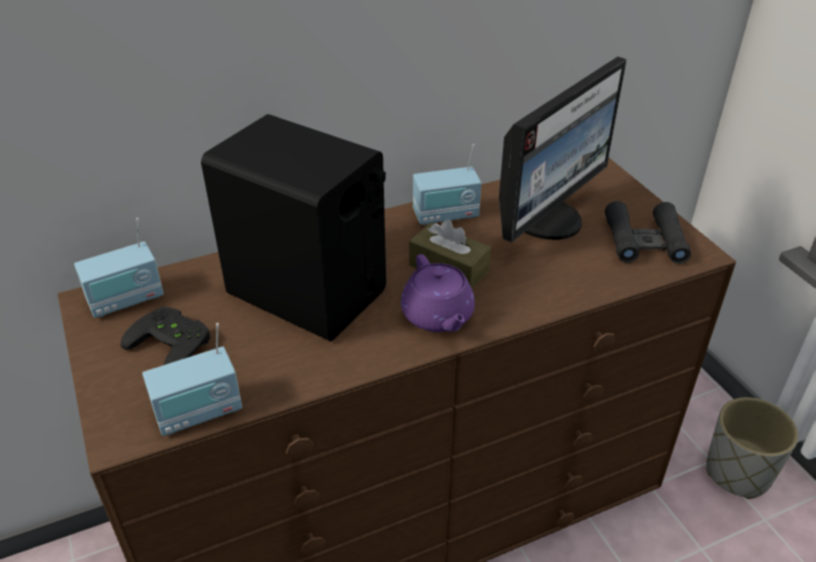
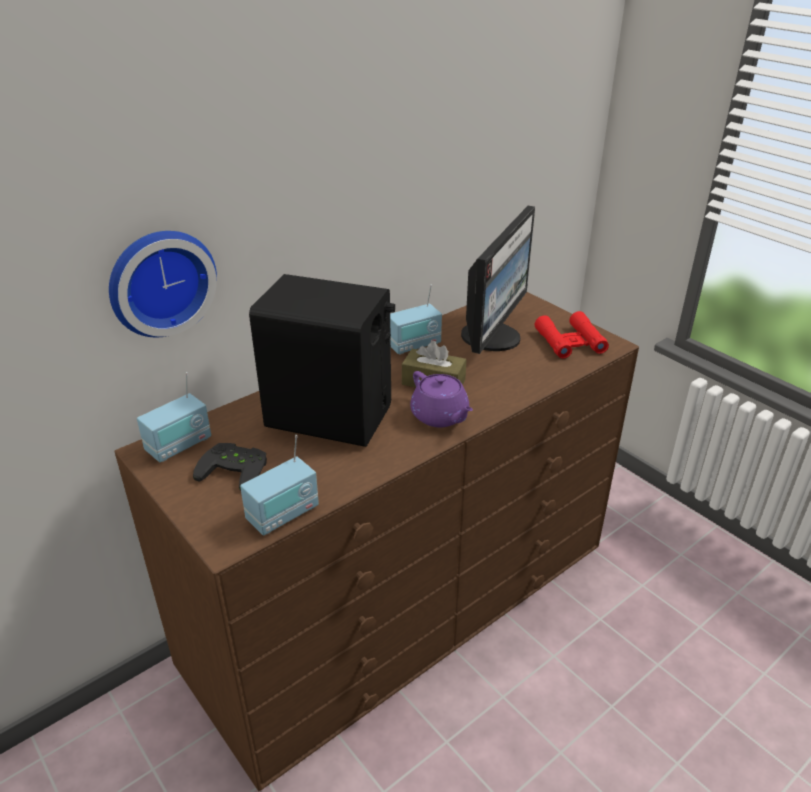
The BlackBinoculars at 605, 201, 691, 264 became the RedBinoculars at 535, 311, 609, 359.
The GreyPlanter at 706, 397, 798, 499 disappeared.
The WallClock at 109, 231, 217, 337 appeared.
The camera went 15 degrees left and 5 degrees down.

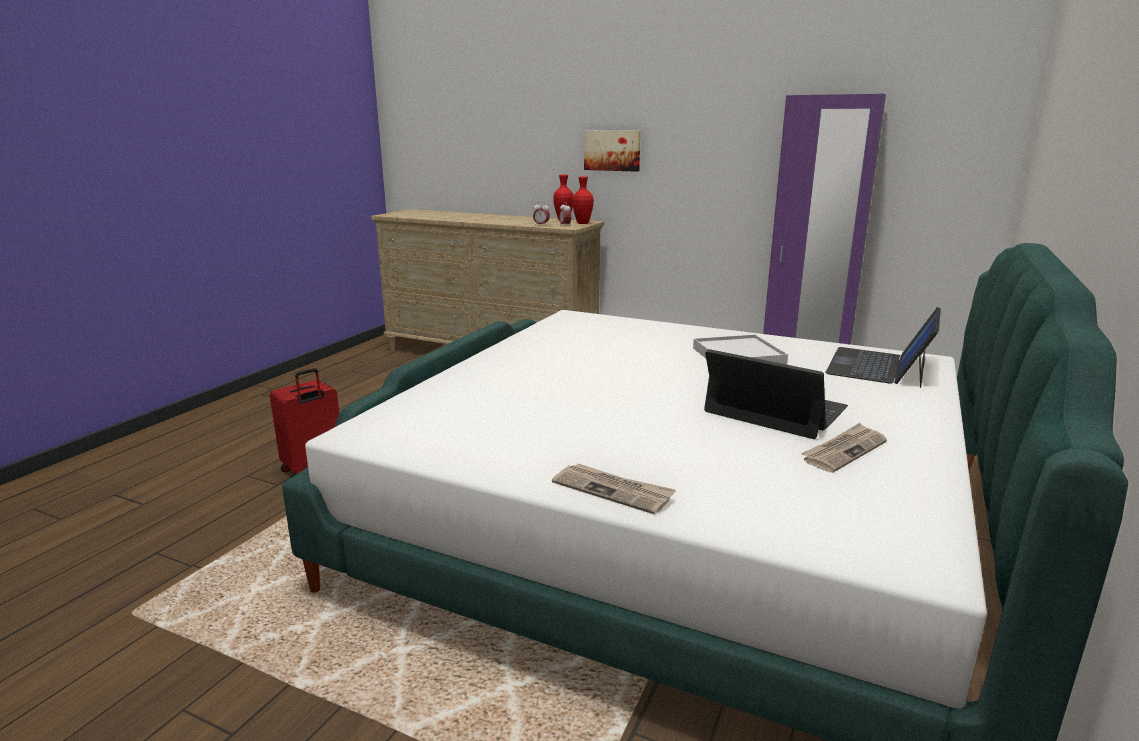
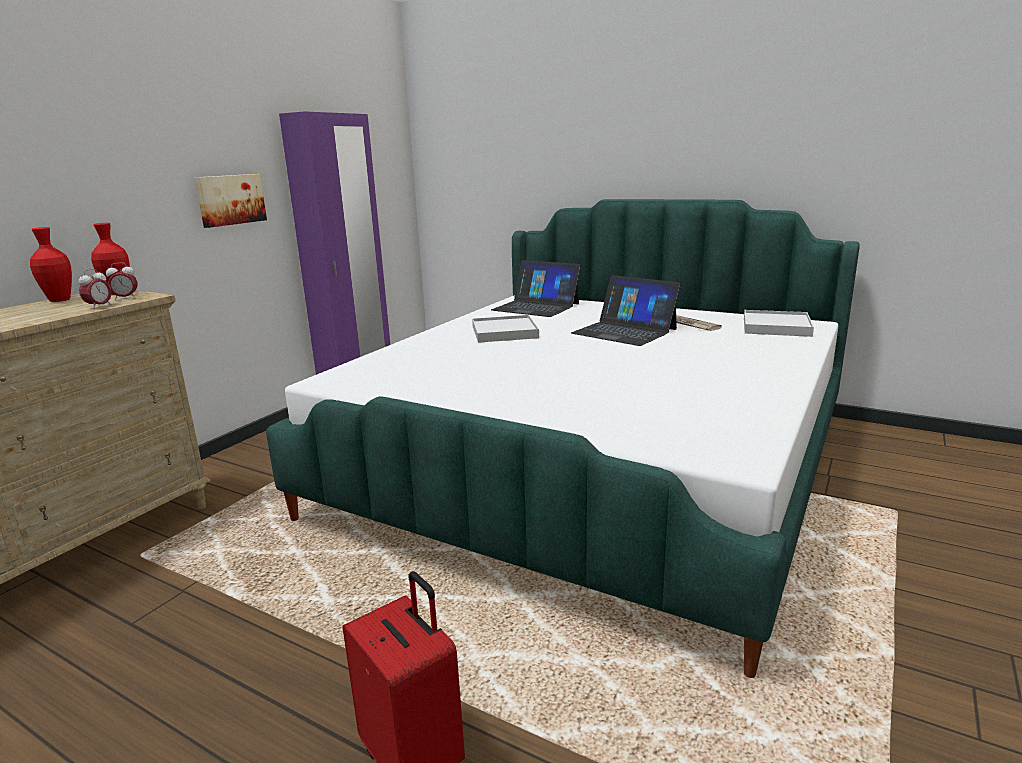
The Newspaper at 552, 464, 676, 515 disappeared.
The Picture moved from 584, 131, 641, 172 to 194, 174, 267, 228.
The Laptop at 704, 349, 848, 439 turned 90 degrees counterclockwise.
The WhiteTray at 744, 310, 814, 337 appeared.
The camera went 85 degrees left and 0 degrees up.

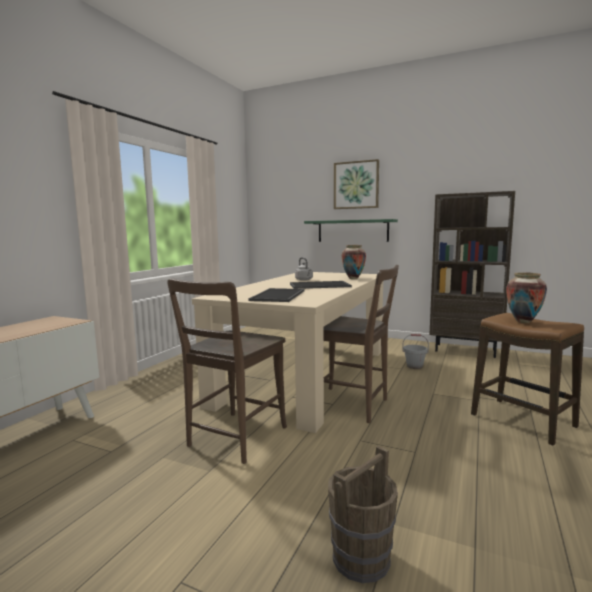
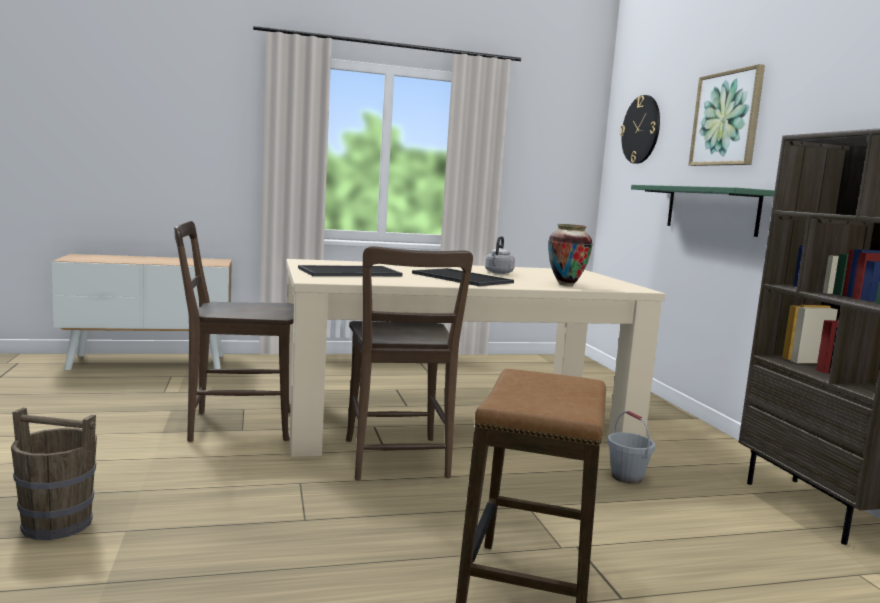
The Vase at 506, 272, 547, 323 disappeared.
The WallClock at 620, 95, 660, 164 appeared.
The camera went 50 degrees right and 0 degrees up.

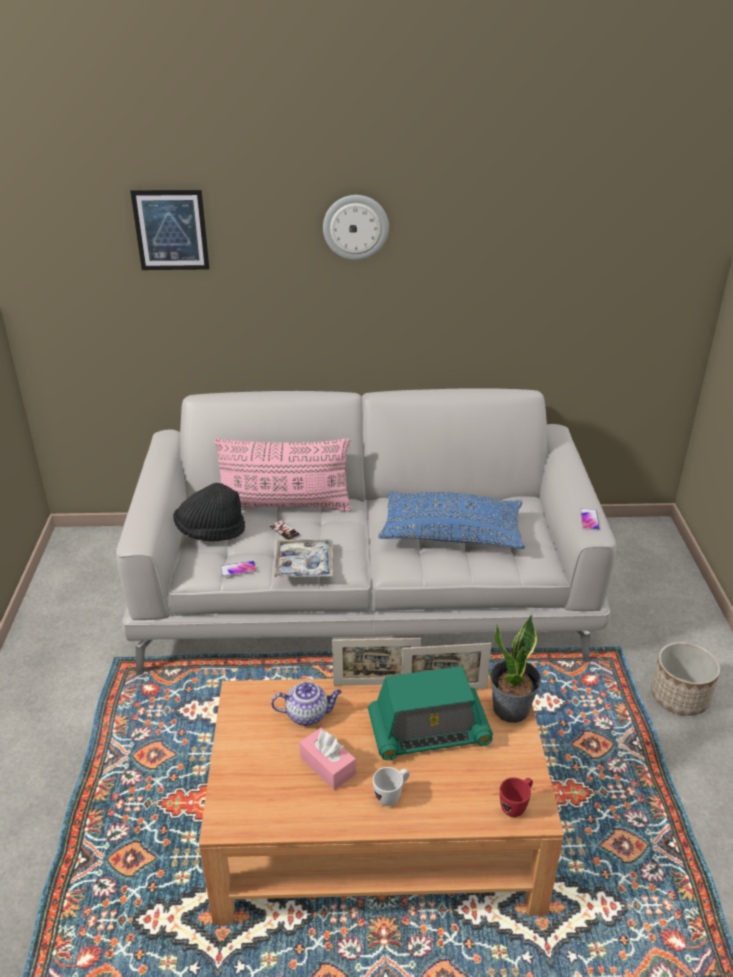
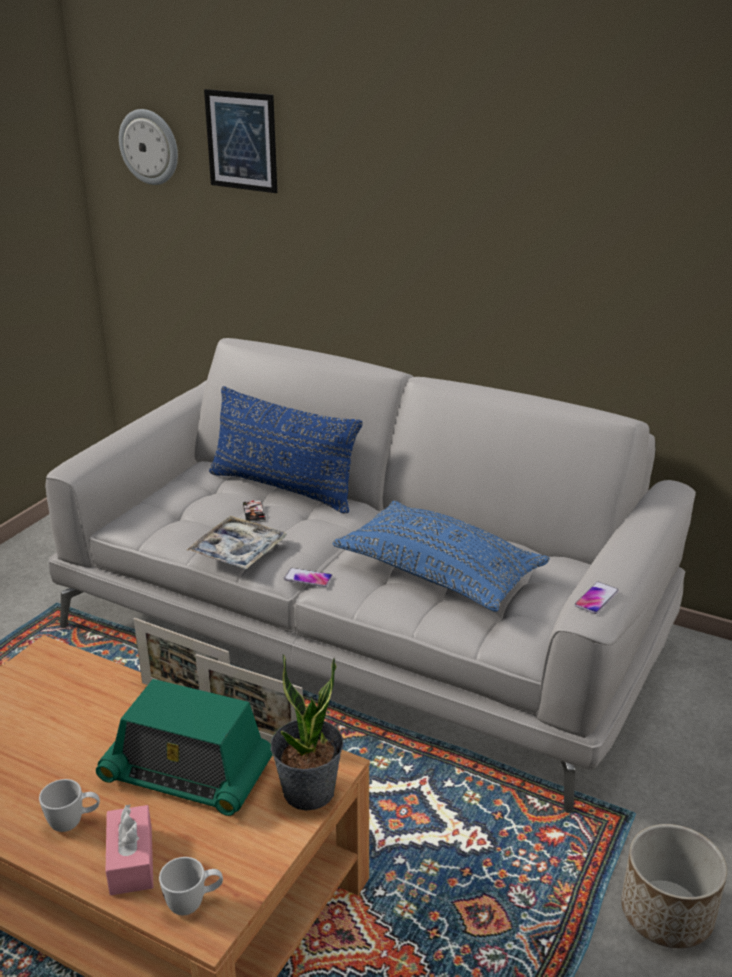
The BlackHat at 173, 483, 245, 541 disappeared.
The PinkPillow at 215, 438, 352, 512 became the BluePillow at 209, 386, 363, 514.
The Phone moved from 220, 561, 256, 577 to 284, 568, 333, 587.
The Teapot at 271, 681, 342, 726 disappeared.
The PinkTissueBox moved from 299, 727, 356, 790 to 106, 804, 154, 895.
The WallClock moved from 323, 195, 389, 260 to 119, 109, 178, 185.
The RedMug at 500, 777, 533, 817 became the WhiteMug at 159, 857, 223, 915.
The camera went 30 degrees right and 5 degrees down.

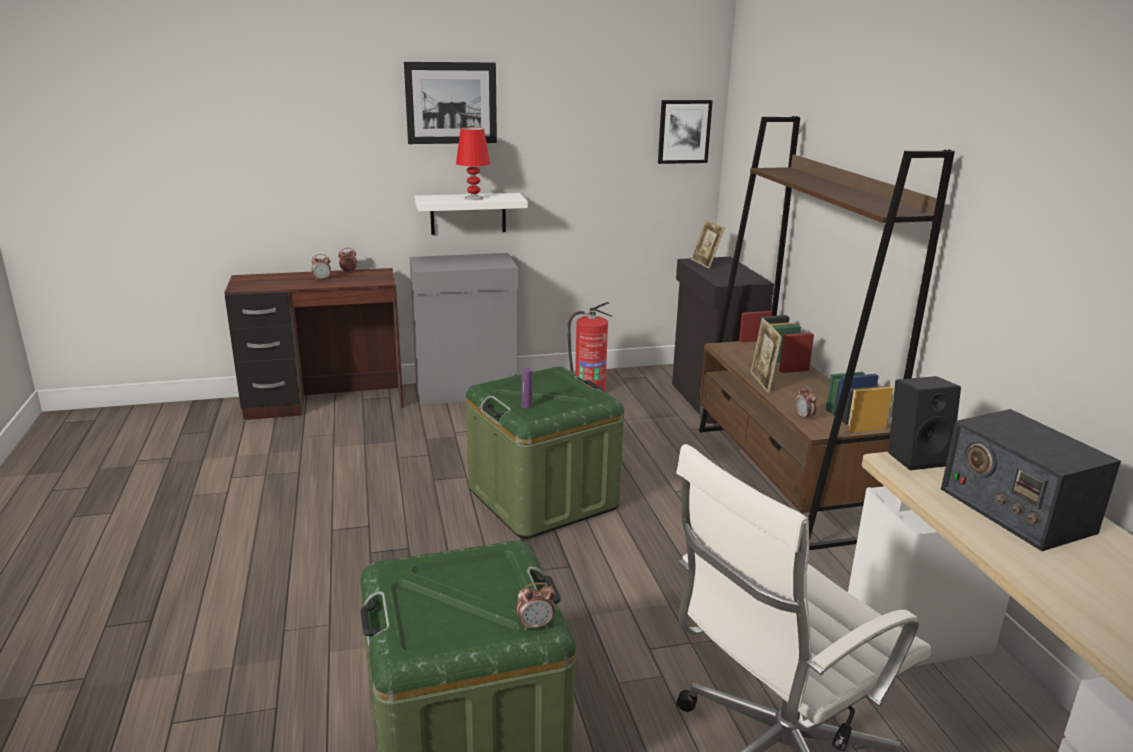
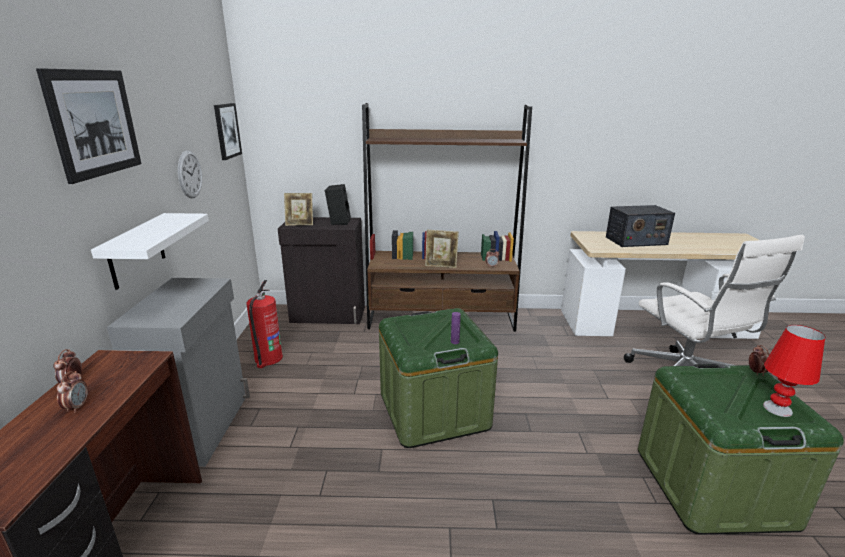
The RedTableLamp moved from 456, 127, 490, 200 to 763, 325, 825, 417.
The BlackSpeaker moved from 888, 376, 961, 470 to 325, 184, 351, 225.
The WallClock at 178, 151, 202, 198 appeared.
The camera went 75 degrees left and 0 degrees up.

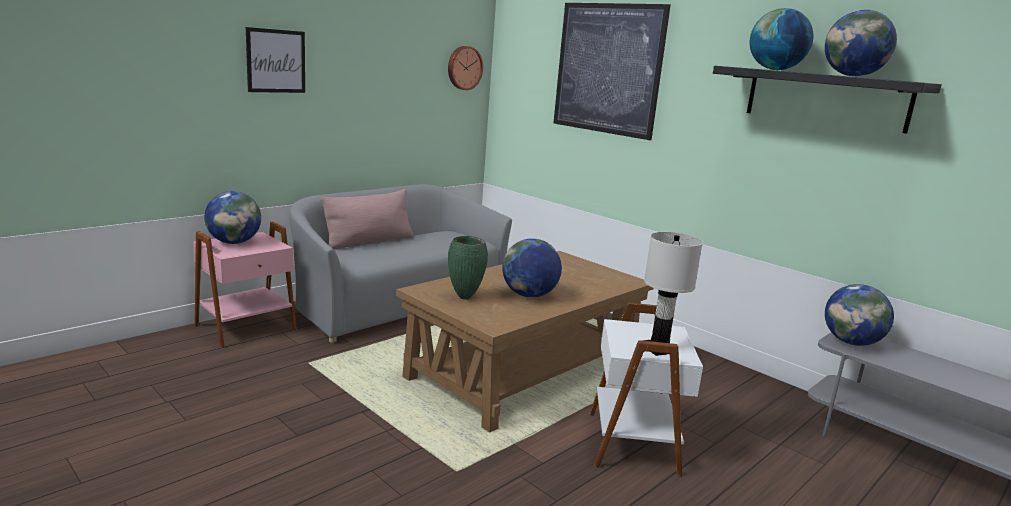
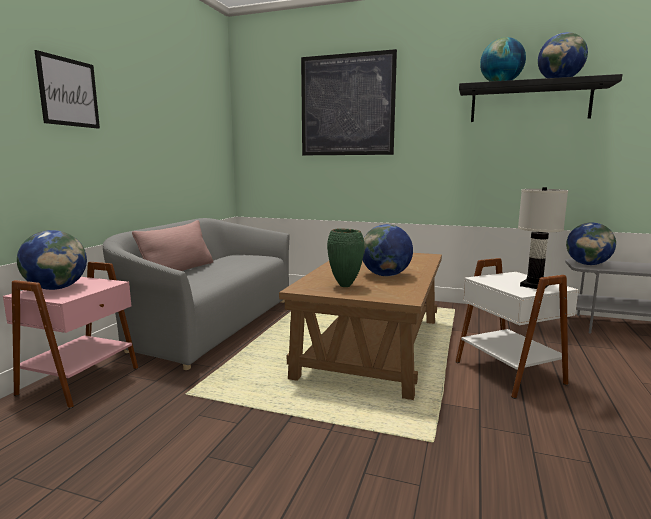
The WallClock at 448, 46, 483, 90 disappeared.
The camera went 25 degrees left and 5 degrees down.

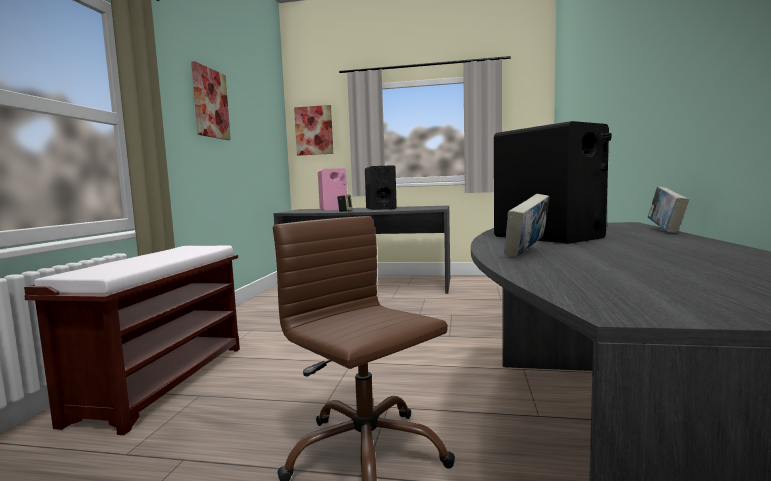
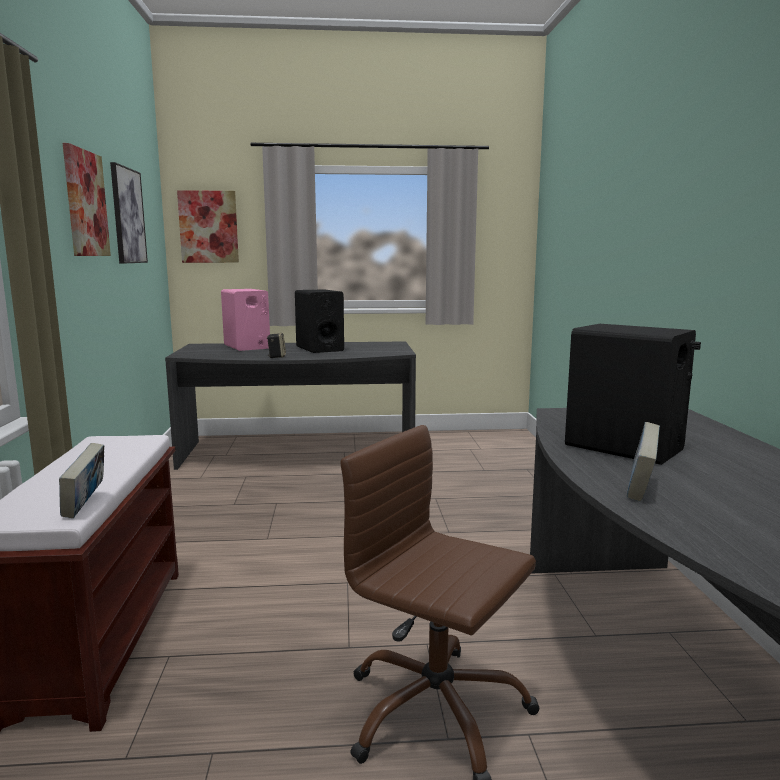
The Book moved from 648, 187, 689, 233 to 59, 443, 104, 518.
The Picture at 110, 162, 148, 264 appeared.
The camera went 15 degrees left and 5 degrees up.

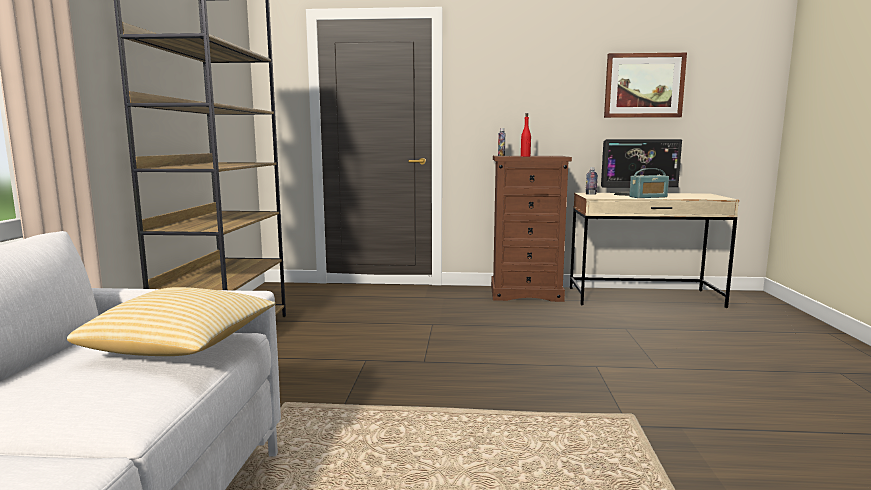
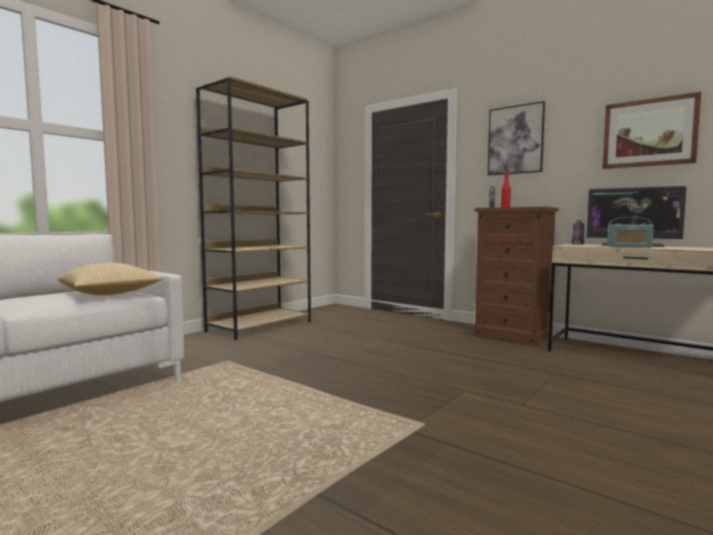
The Picture at 488, 101, 545, 175 appeared.
The camera went 35 degrees right and 5 degrees down.

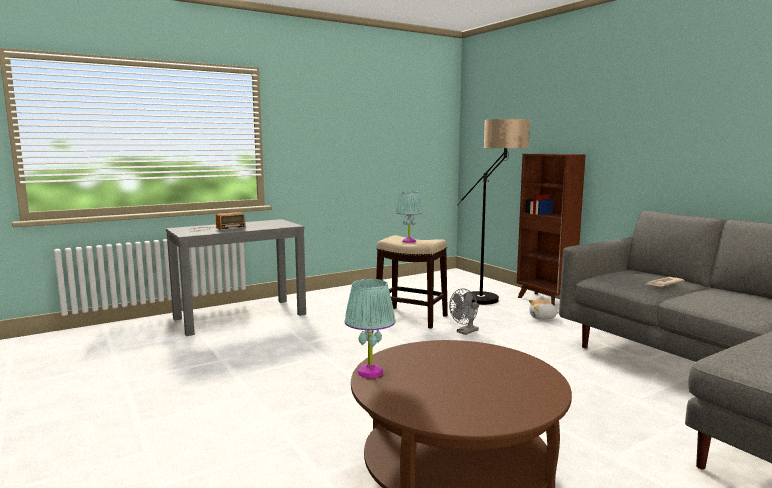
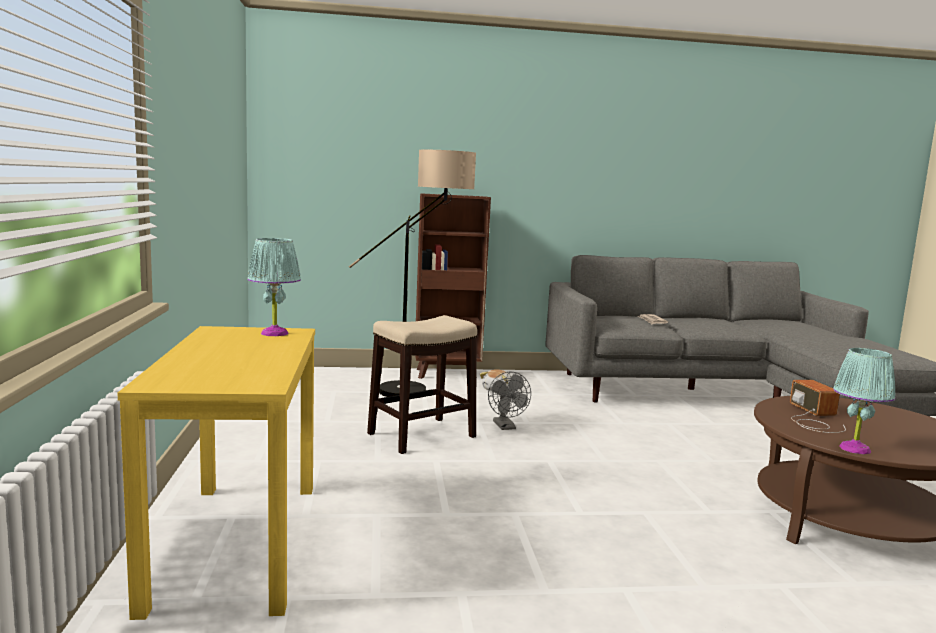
The GreyConsoleTable at 166, 219, 306, 336 became the YellowConsoleTable at 117, 326, 315, 620.
The Radio moved from 188, 212, 246, 232 to 790, 380, 846, 433.
The TurquoiseTableLamp moved from 396, 191, 423, 243 to 247, 238, 301, 336.
The camera went 65 degrees left and 0 degrees up.

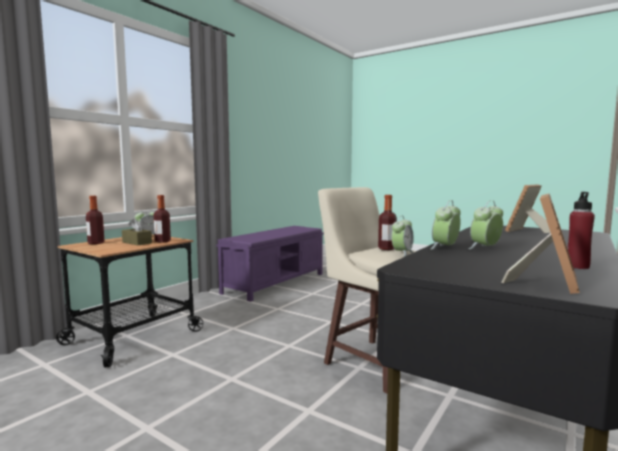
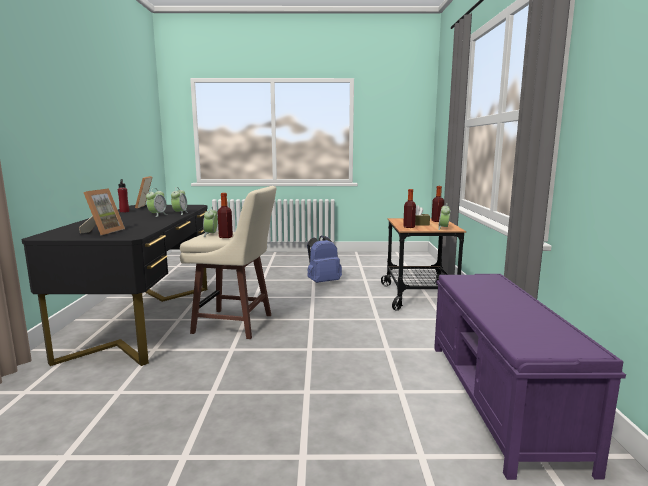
The BlueBackpack at 307, 235, 342, 283 appeared.
The camera went 145 degrees right and 5 degrees up.

